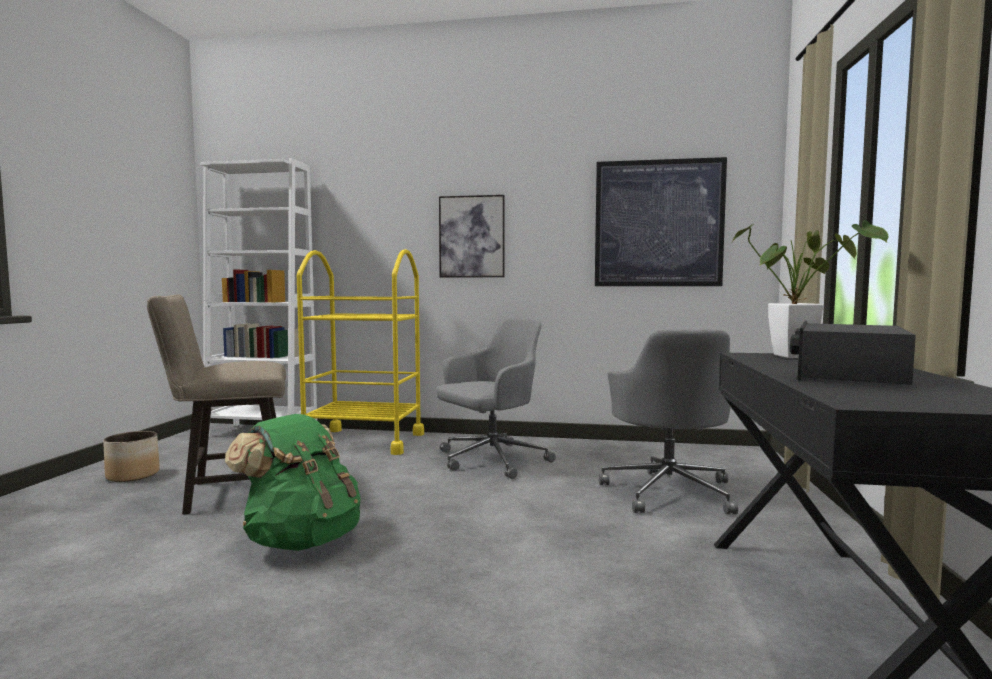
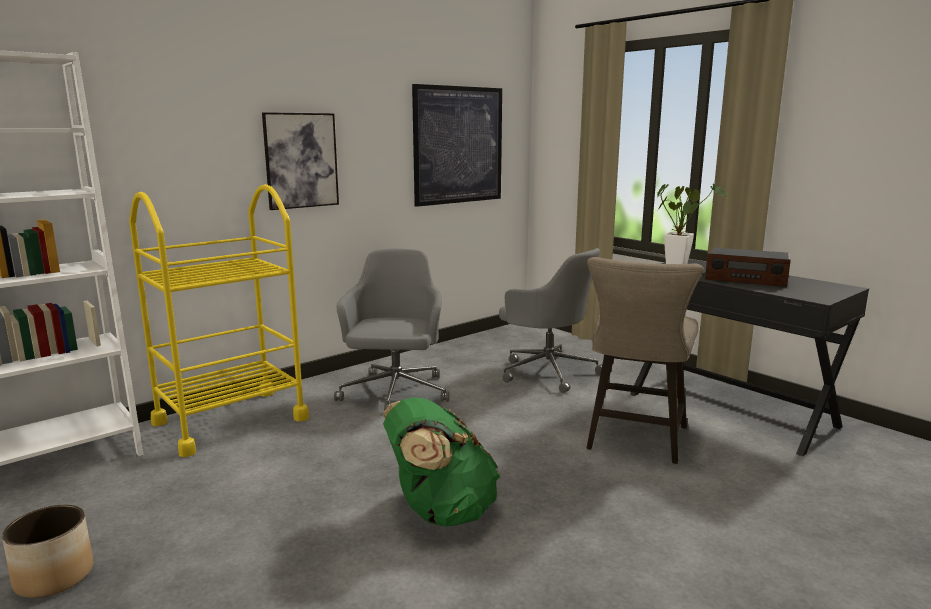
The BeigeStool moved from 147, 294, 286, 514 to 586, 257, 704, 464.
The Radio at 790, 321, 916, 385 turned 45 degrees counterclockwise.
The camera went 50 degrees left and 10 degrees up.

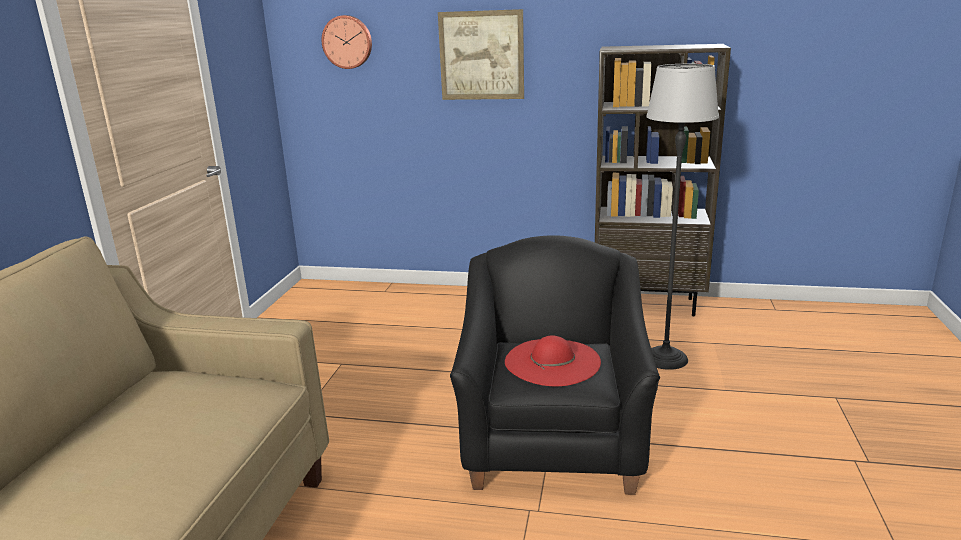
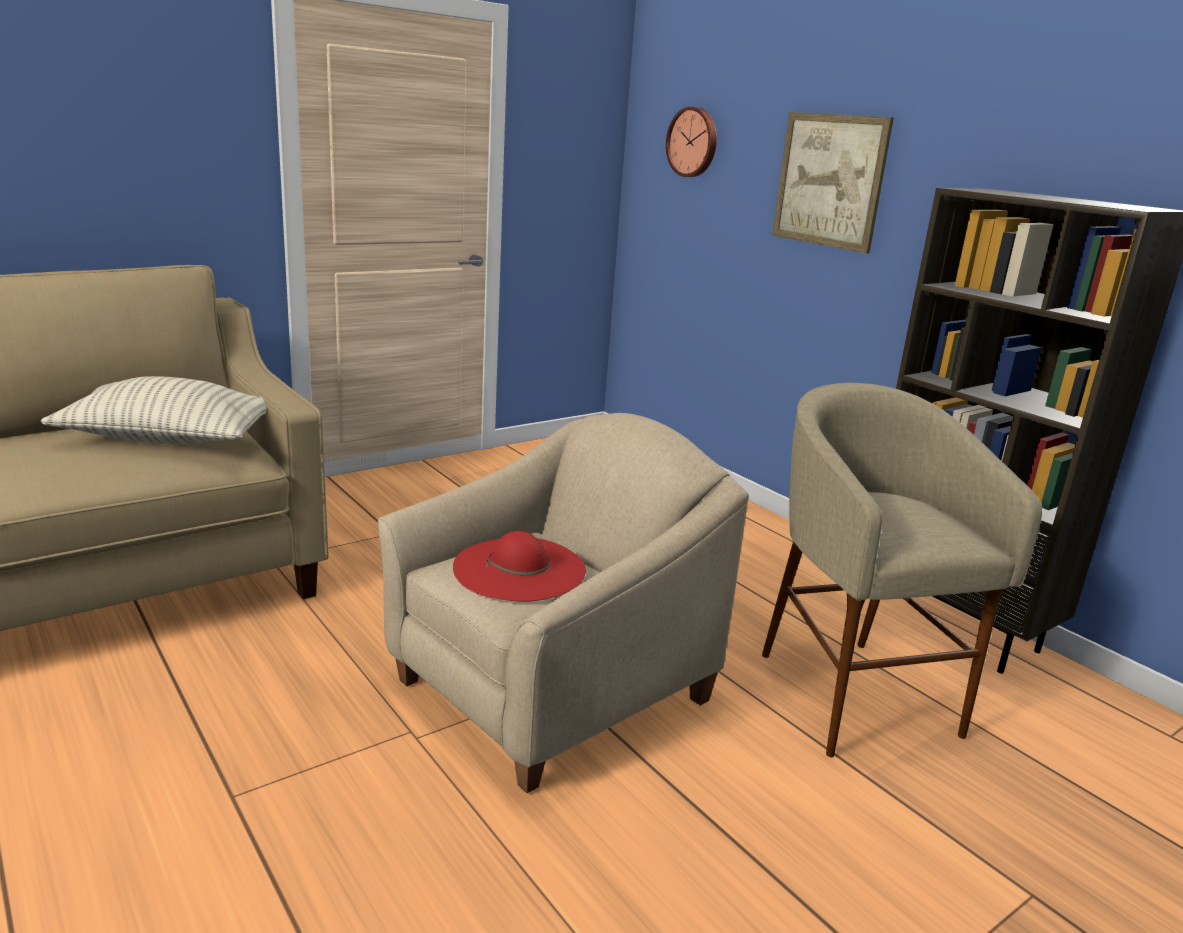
The BlackArmchair at 450, 235, 660, 495 became the BeigeArmchair at 378, 413, 749, 793.
The FloorLamp at 646, 64, 719, 370 was replaced by the BeigeStool at 762, 382, 1042, 757.
The Pillow at 41, 376, 266, 445 appeared.
The camera went 40 degrees right and 0 degrees up.

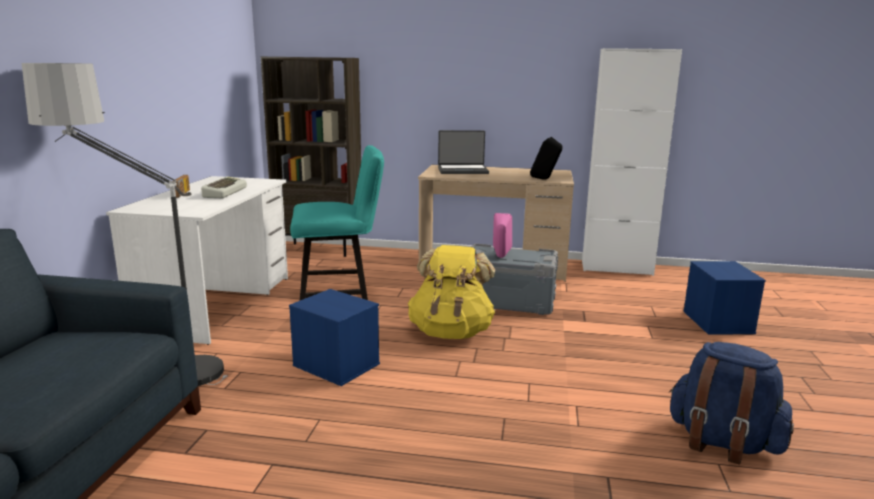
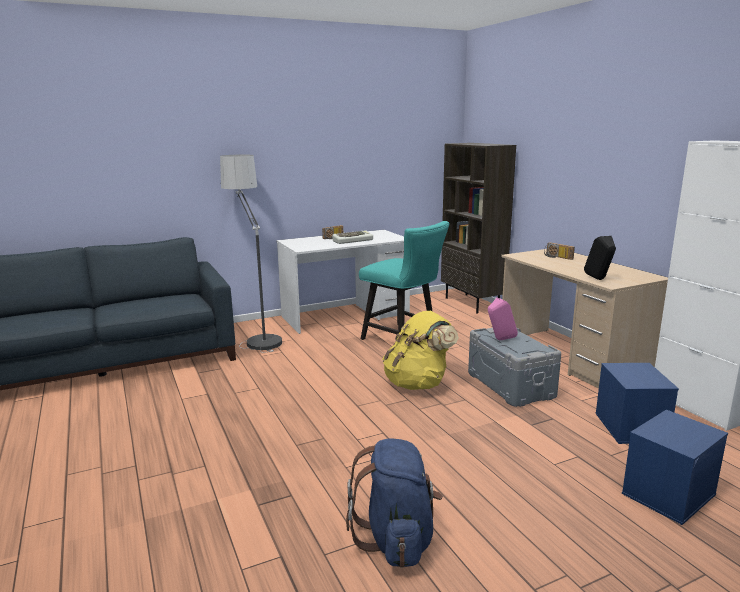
The BlueStorageBox moved from 289, 289, 380, 386 to 595, 363, 679, 444.
The Laptop at 438, 130, 489, 174 was replaced by the Radio at 544, 242, 575, 260.
The camera went 55 degrees right and 0 degrees up.

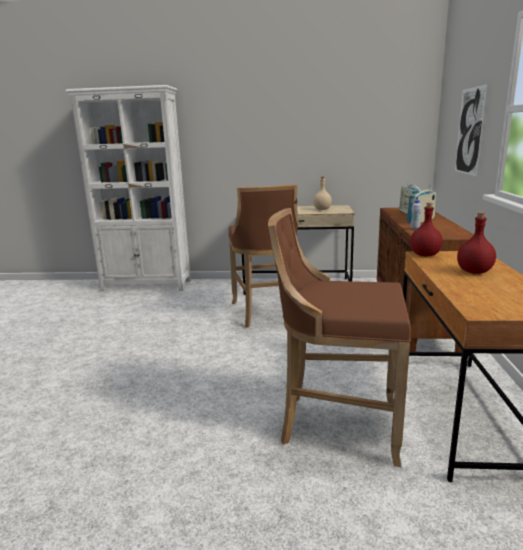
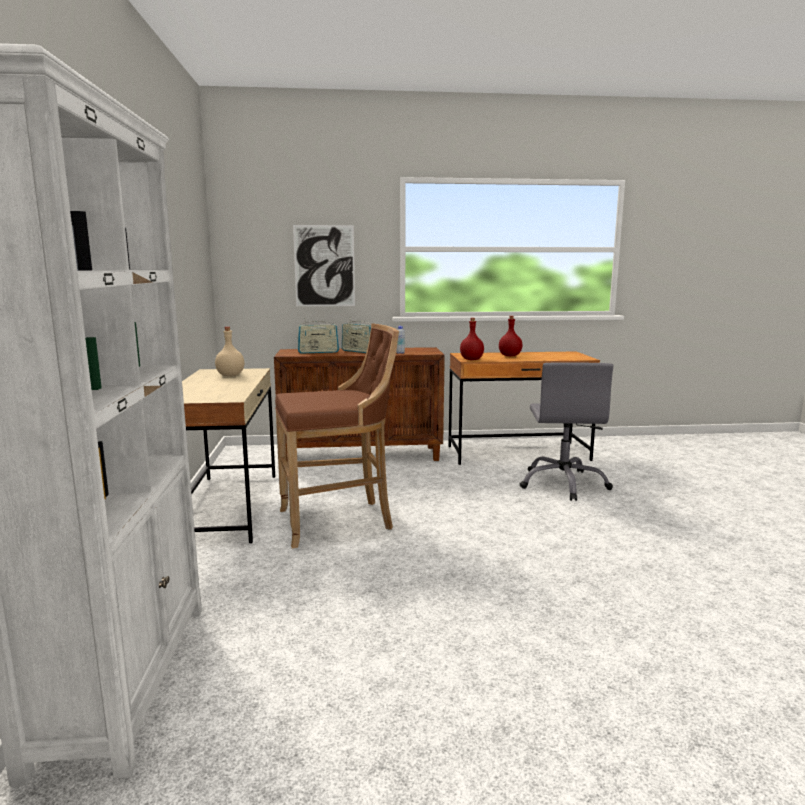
The BrownStool at 268, 208, 411, 467 was replaced by the GreyOfficeChair at 520, 362, 613, 501.
The camera went 100 degrees left and 5 degrees down.

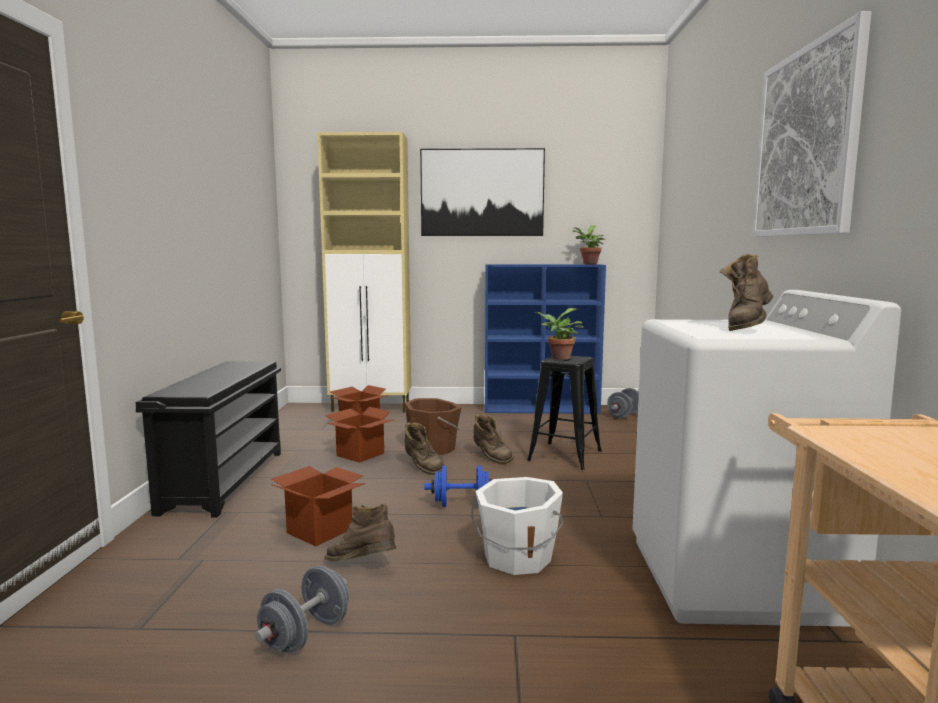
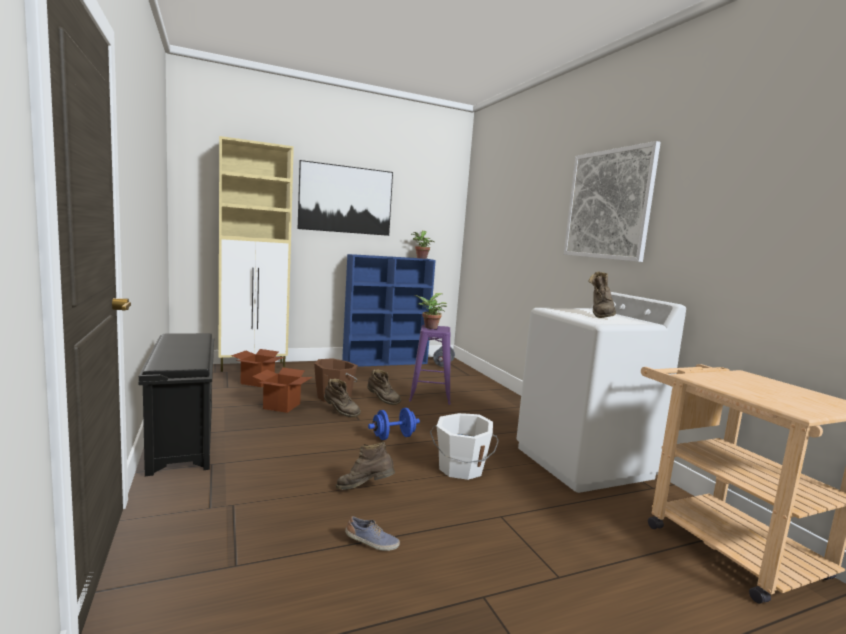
The GreyDumbbell at 255, 566, 349, 653 was replaced by the Shoe at 345, 516, 400, 551.
The CardboardBox at 271, 466, 366, 546 disappeared.
The BlackStool at 527, 356, 602, 470 became the PurpleStool at 409, 325, 451, 405.
The camera went 25 degrees left and 0 degrees up.

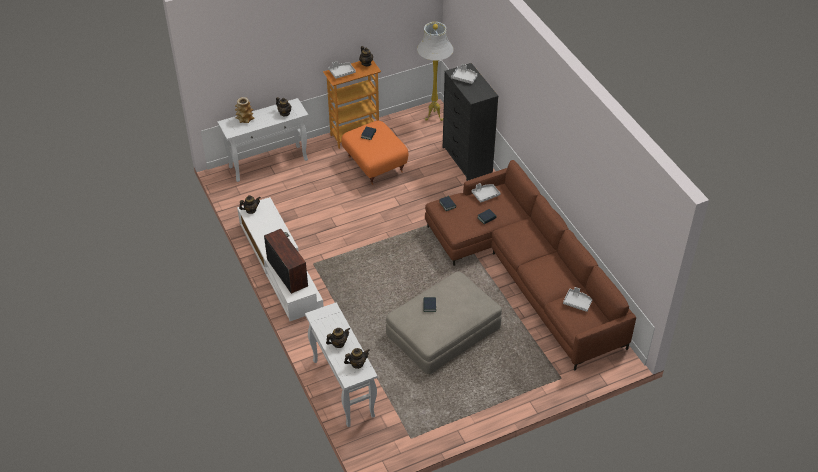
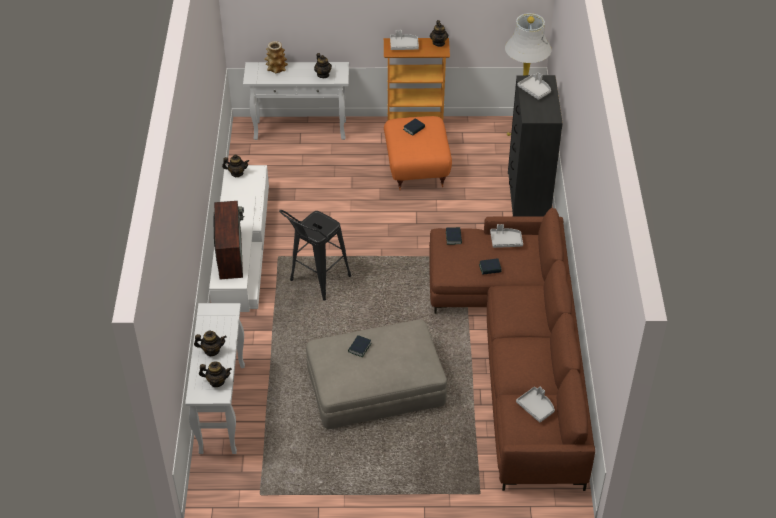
The BlackStool at 279, 210, 351, 300 appeared.
The camera went 25 degrees right and 0 degrees up.

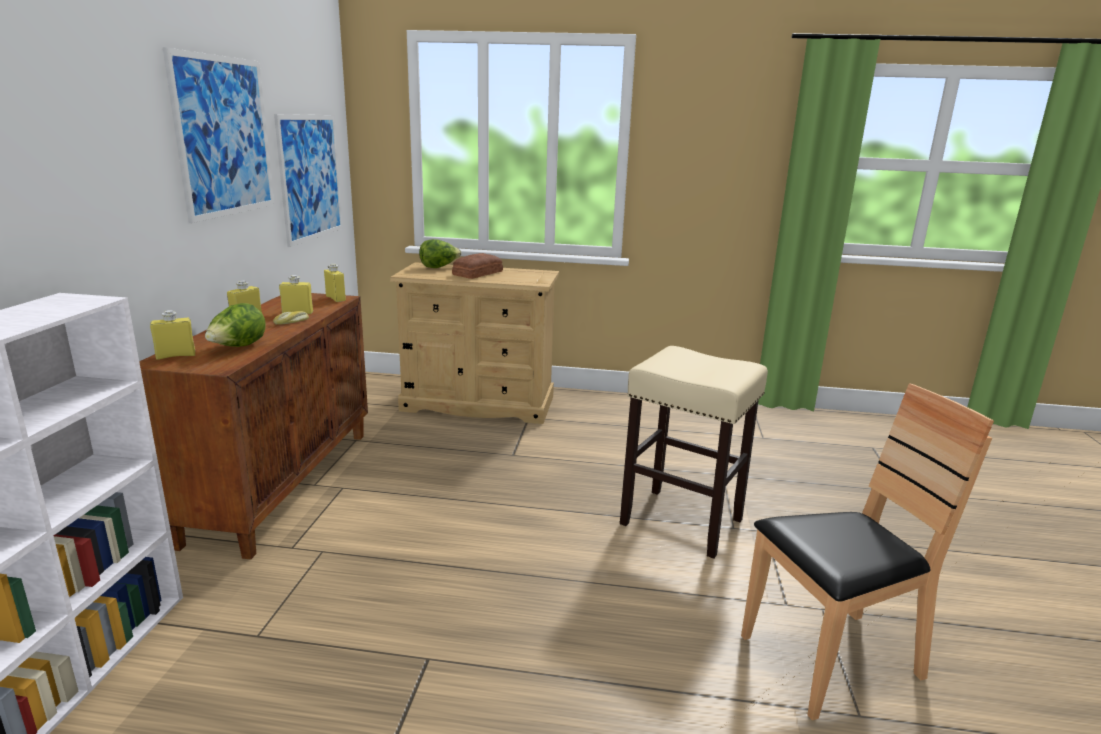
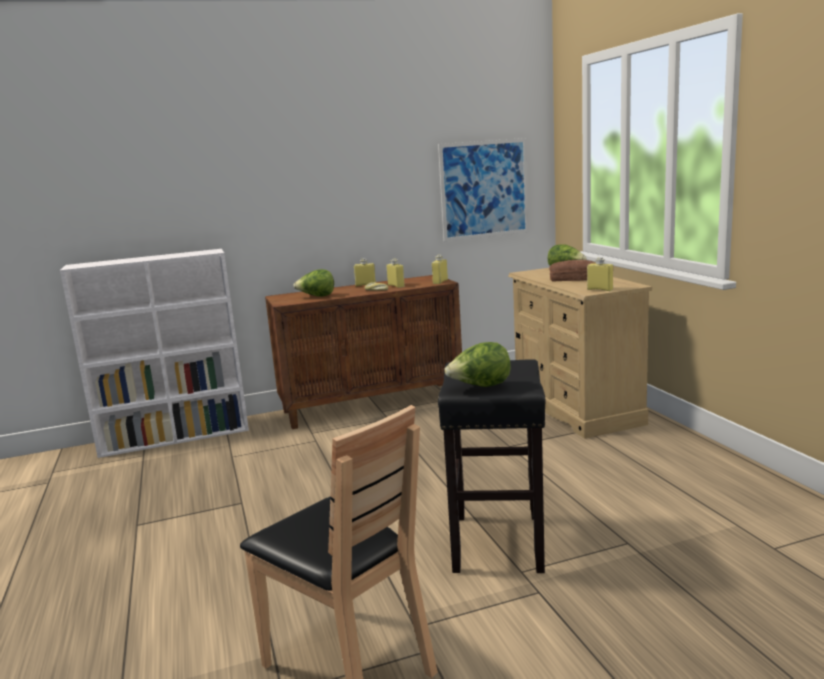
The YellowBottle moved from 150, 310, 195, 360 to 587, 257, 613, 291.
The Picture at 163, 47, 274, 223 disappeared.
The BeigeStool at 620, 346, 768, 559 became the BlackStool at 438, 359, 545, 573.
The Lettuce at 445, 342, 511, 387 appeared.
The camera went 65 degrees right and 5 degrees down.

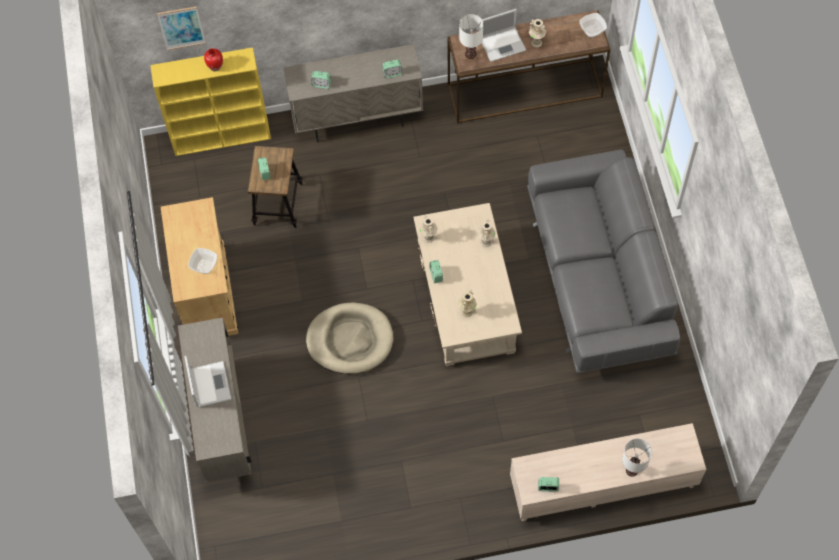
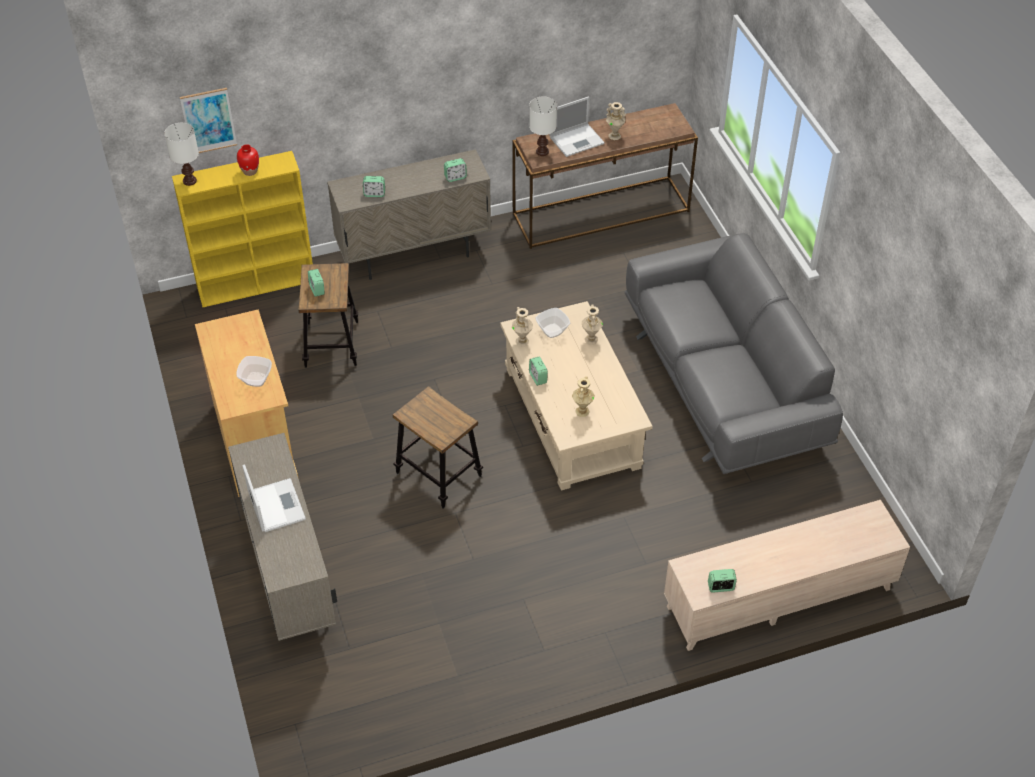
The BeigeDogBed at 306, 302, 393, 374 was replaced by the Stool at 393, 386, 483, 509.
The Bowl moved from 580, 13, 607, 38 to 535, 308, 570, 338.
The WhiteTableLamp moved from 622, 438, 652, 477 to 164, 123, 199, 186.
The camera went 10 degrees left and 15 degrees down.

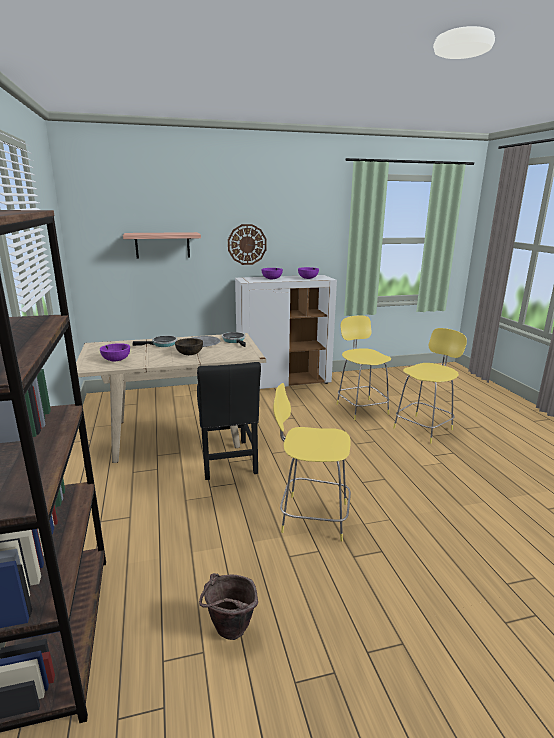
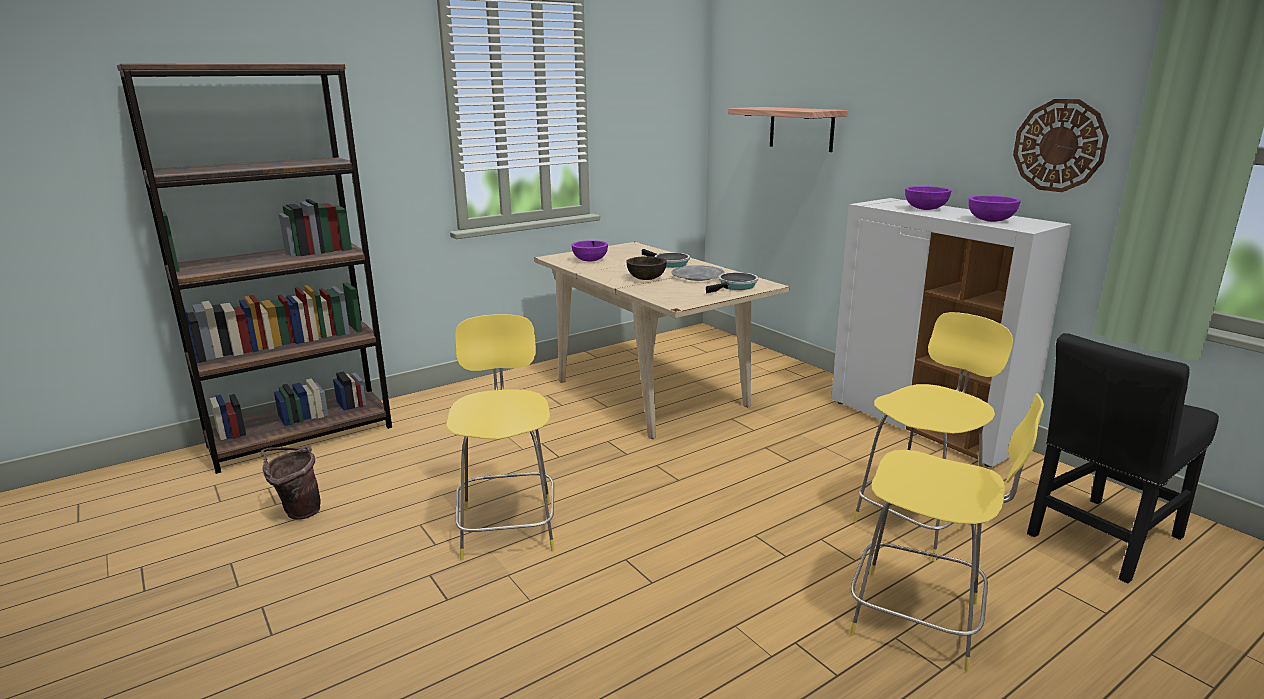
The BlackChair moved from 197, 362, 261, 480 to 1027, 333, 1219, 584.
The WallClock moved from 228, 224, 267, 265 to 1013, 99, 1109, 192.
The camera went 70 degrees right and 0 degrees up.

